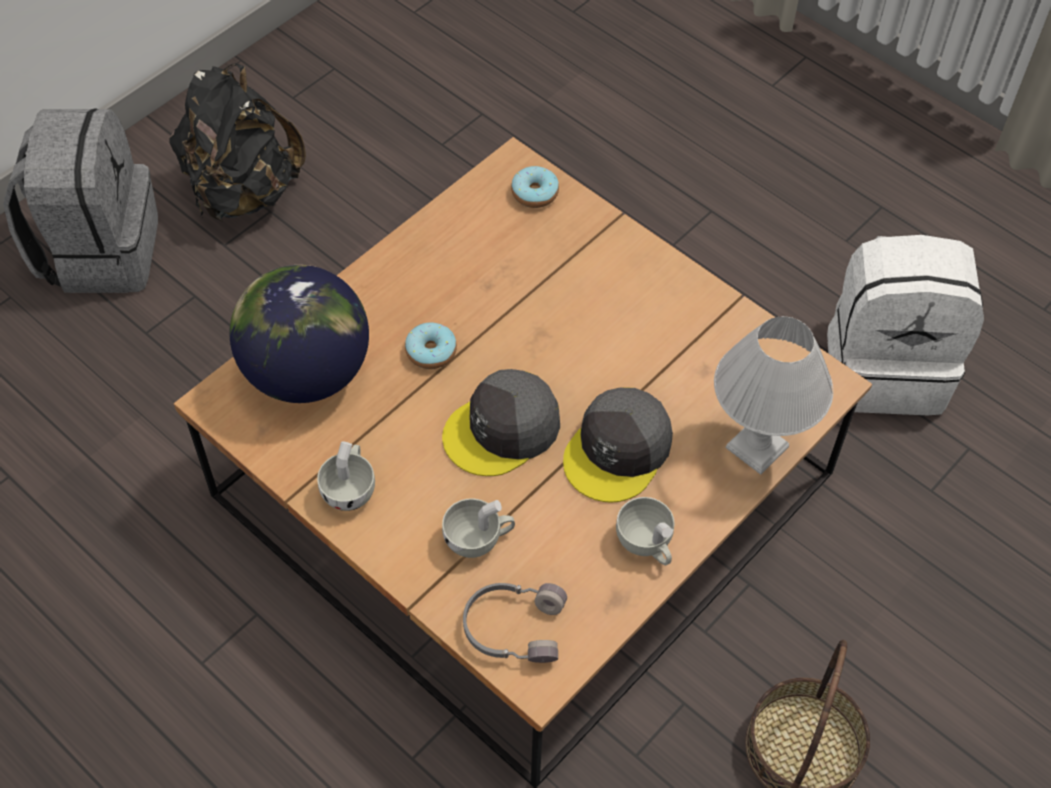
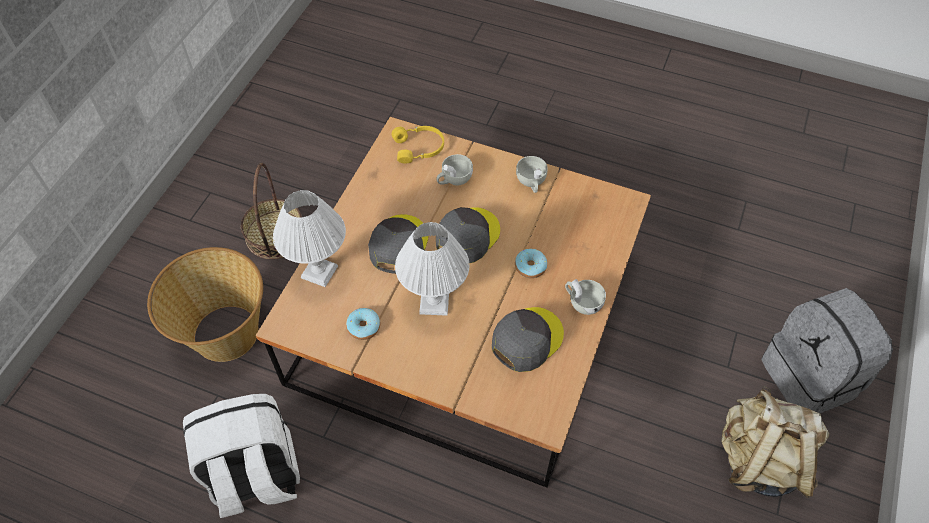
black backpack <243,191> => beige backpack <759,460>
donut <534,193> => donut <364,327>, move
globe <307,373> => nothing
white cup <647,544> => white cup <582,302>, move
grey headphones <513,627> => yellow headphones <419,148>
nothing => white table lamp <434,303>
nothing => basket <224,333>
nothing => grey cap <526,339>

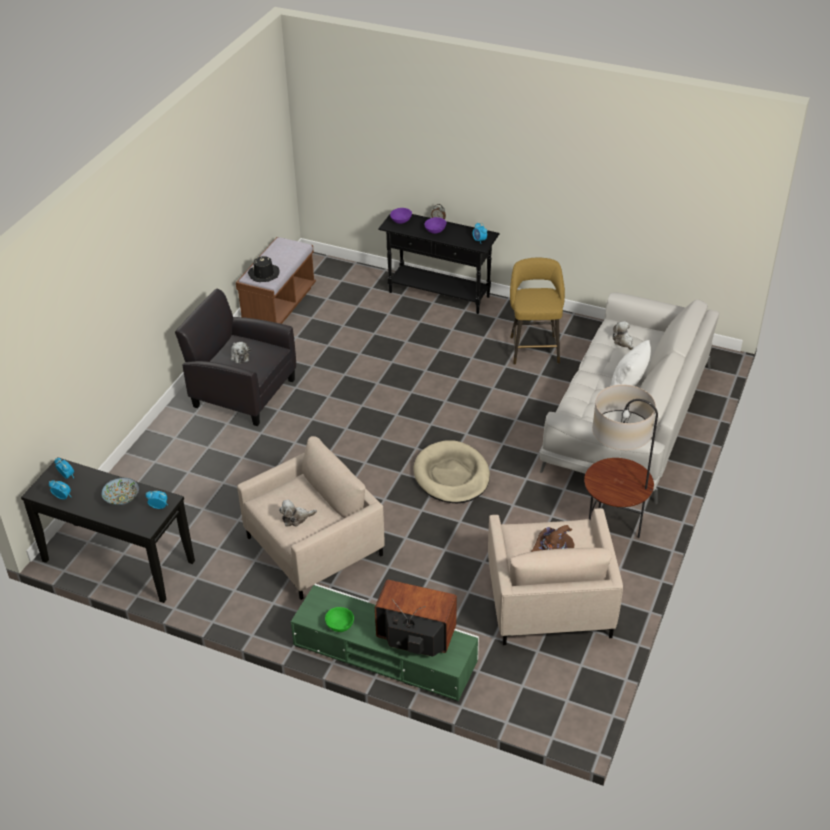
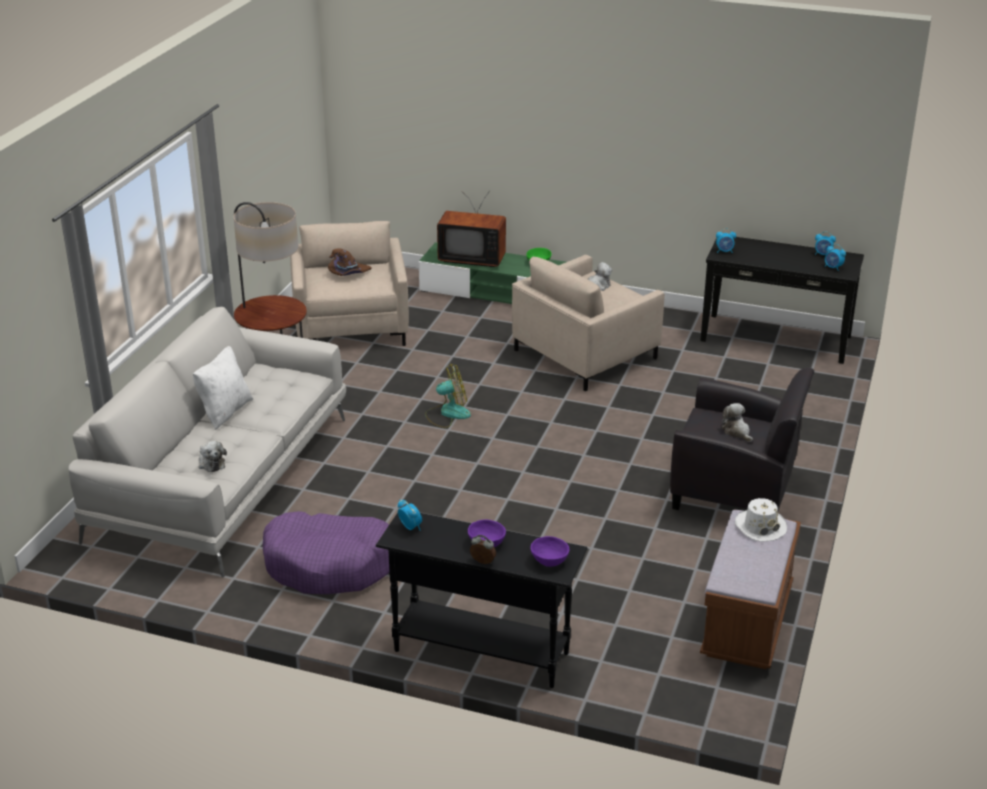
black hat <263,274> => white hat <760,526>
yellow stool <534,348> => purple dog bed <330,565>
beige dog bed <451,475> => fan <447,413>
bowl <122,499> => nothing

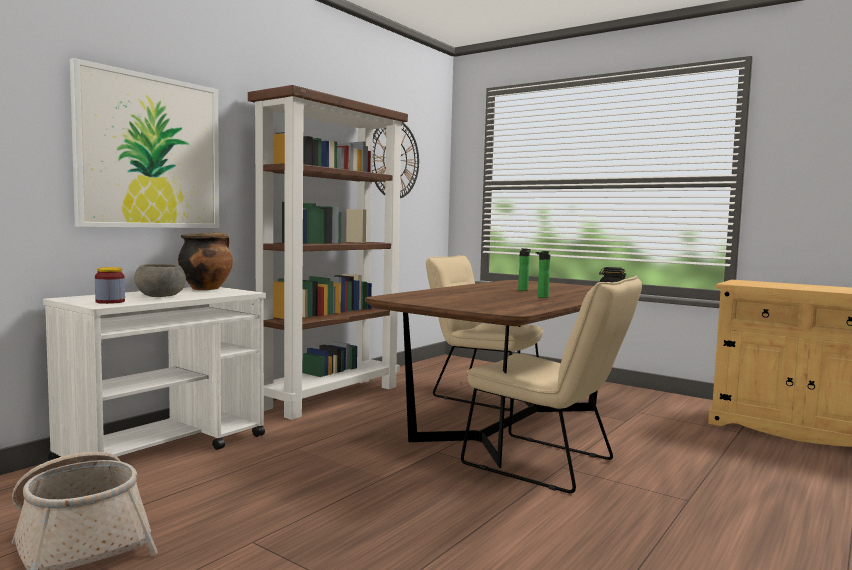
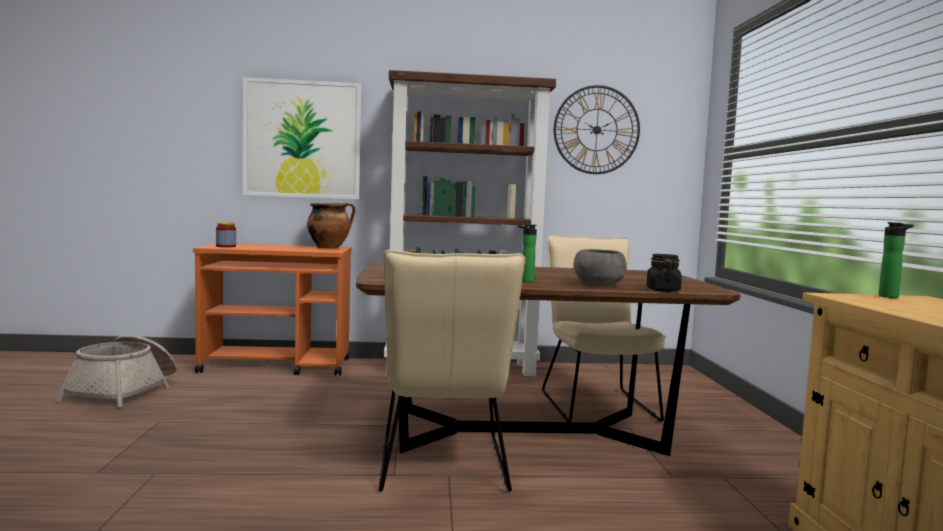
bottle <523,290> => bottle <891,297>, move
grey bowl <161,296> => grey bowl <599,284>, move
white cart <166,448> => orange cart <277,366>

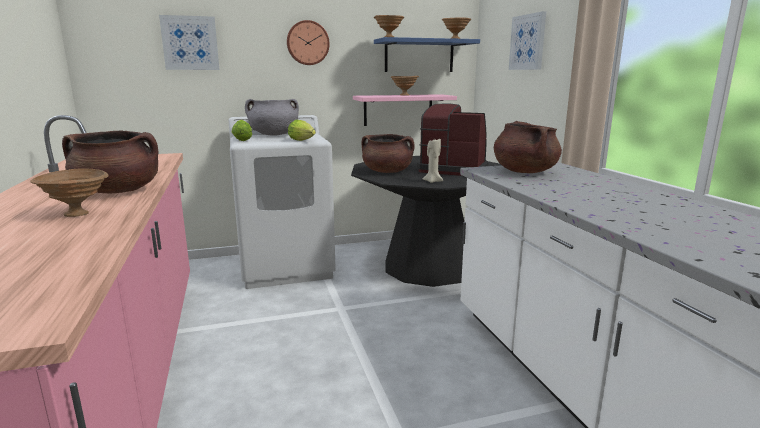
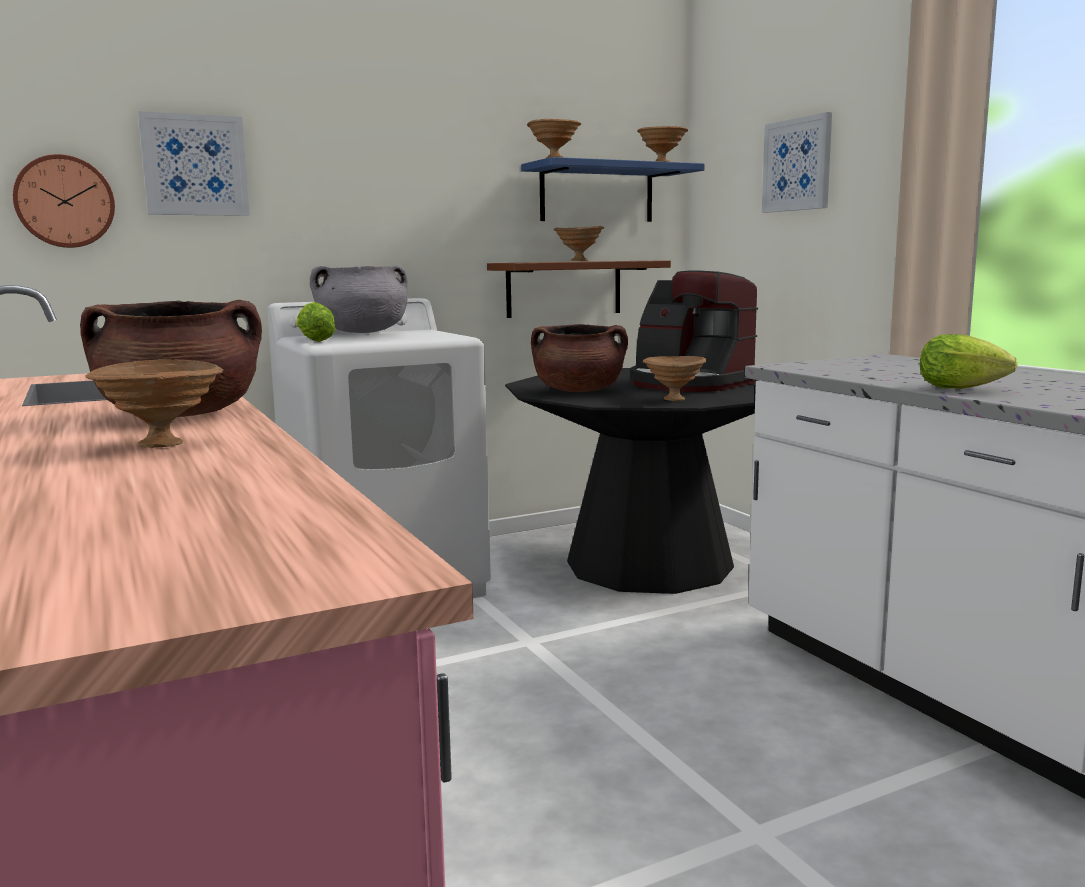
wall clock <307,43> => wall clock <65,202>, move
pink shelf <398,110> => brown shelf <564,288>
coffee machine <453,169> => coffee machine <689,384>, 150 degrees counterclockwise
lettuce <303,141> => lettuce <965,389>, move
brown cooking pot <524,171> => nothing
beige candle <432,181> => brown bowl <674,400>

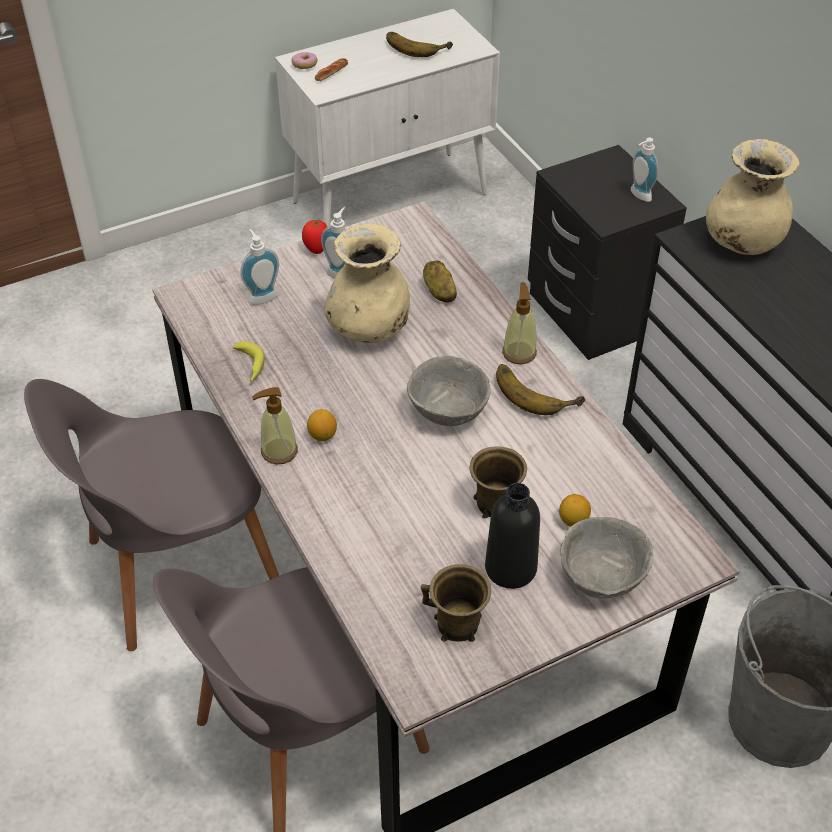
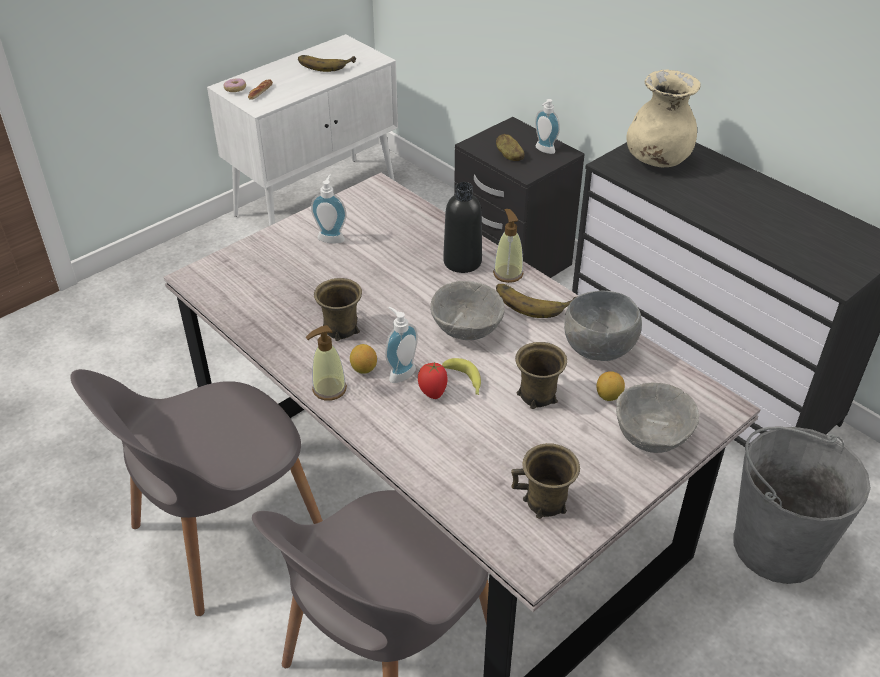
tomato <316,249> => tomato <432,392>, move
beige vase <369,328> => nothing
soap dispenser <261,296> => soap dispenser <400,372>, move
potato <439,292> => potato <509,156>, move
banana <249,366> => banana <465,381>, move
black bottle <510,568> => black bottle <462,262>, move
nothing => brown mug <340,329>
nothing => grey bowl <599,351>

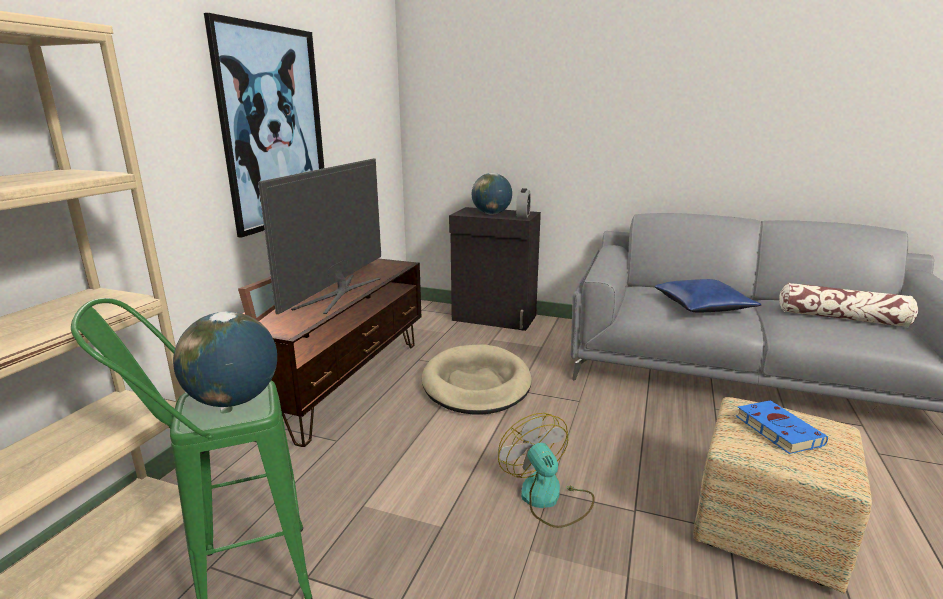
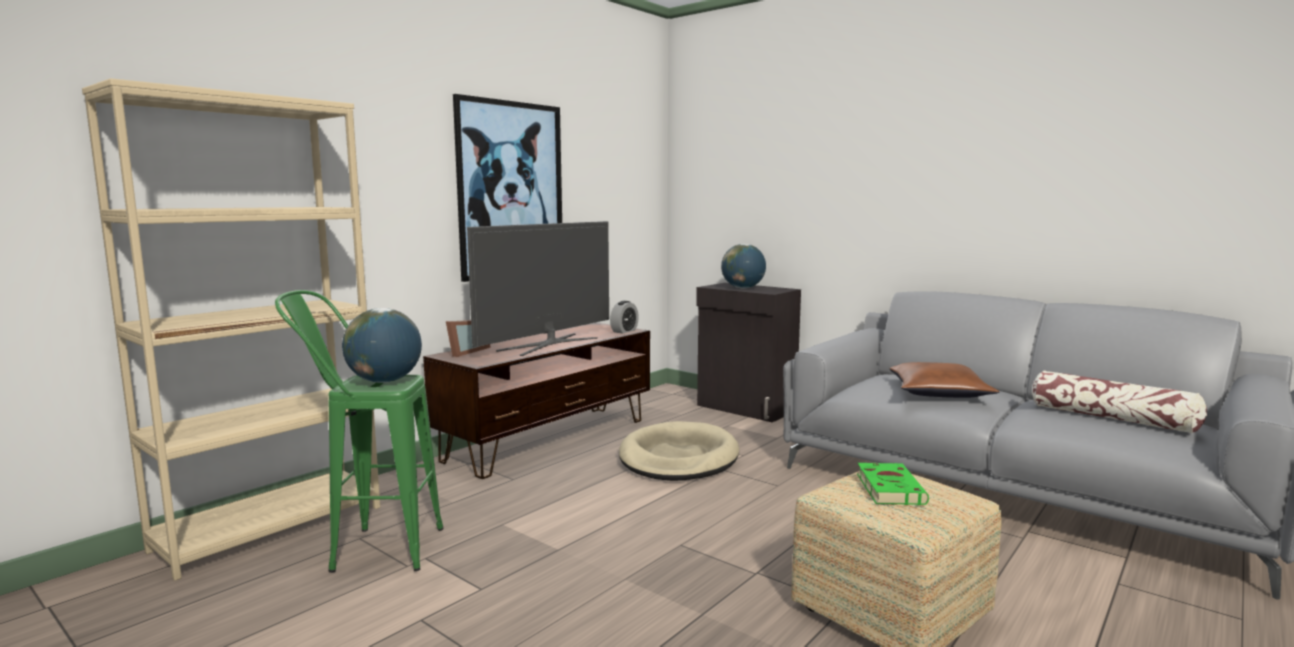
alarm clock <523,215> => alarm clock <624,331>, move
blue pillow <703,306> => brown pillow <939,392>
blue book <776,429> => green book <889,488>
fan <548,498> => nothing

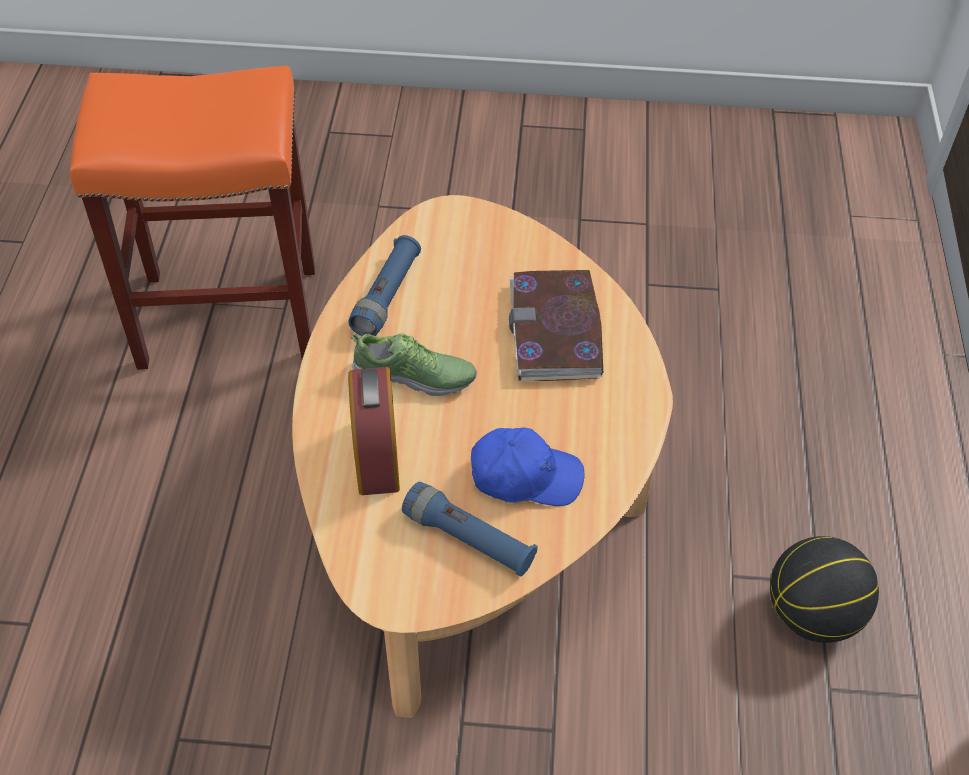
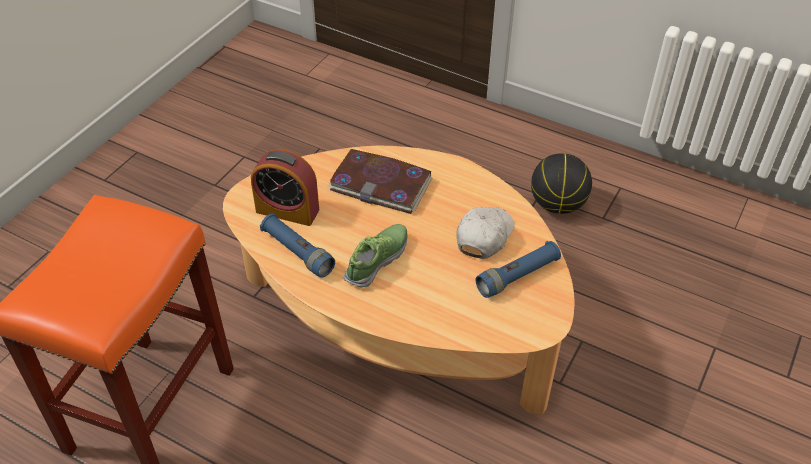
alarm clock <376,455> => alarm clock <287,210>, move
blue cap <525,476> => white cap <484,236>

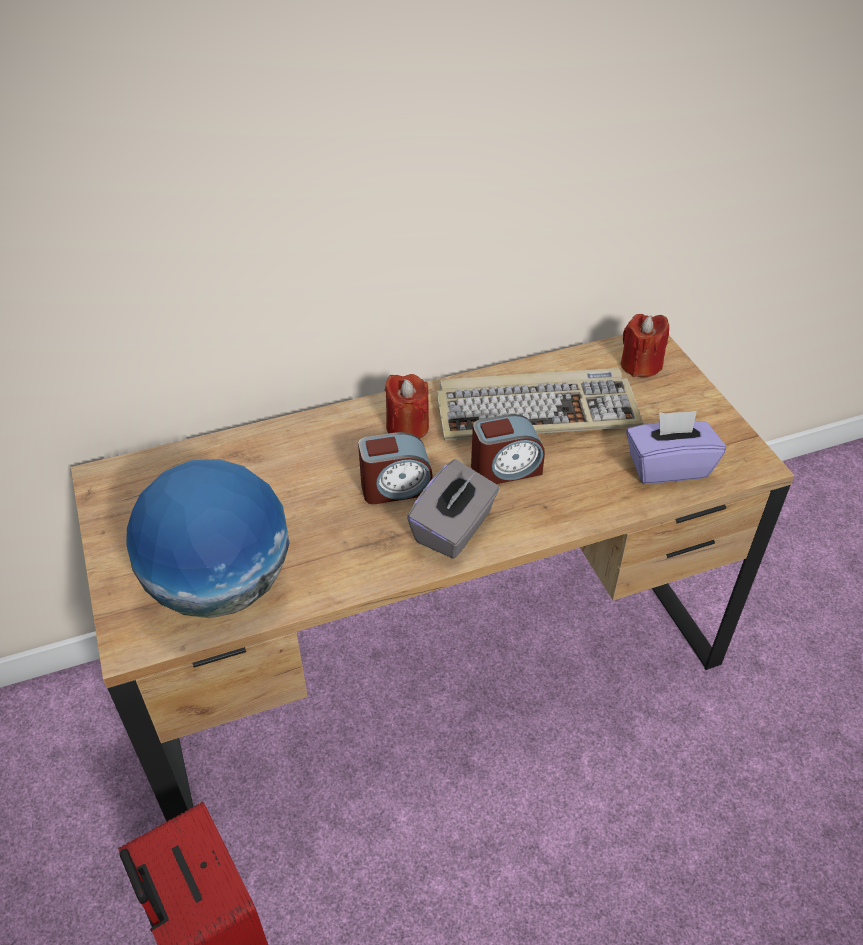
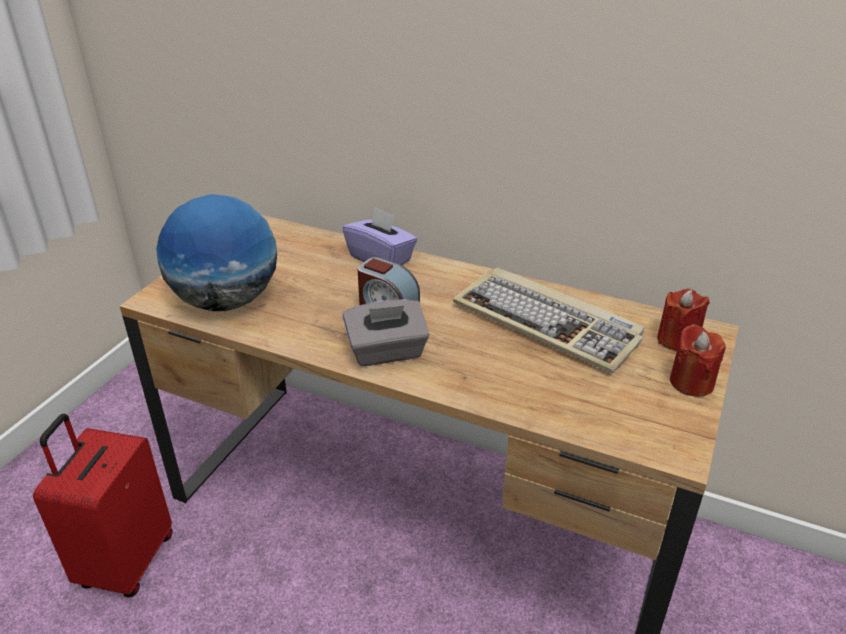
red candle <407,427> => red candle <691,382>, move
purple tissue box <668,466> => purple tissue box <381,258>, move
alarm clock <505,469> => nothing

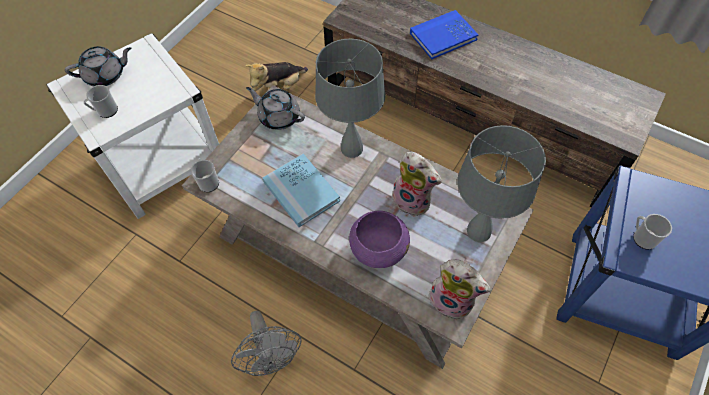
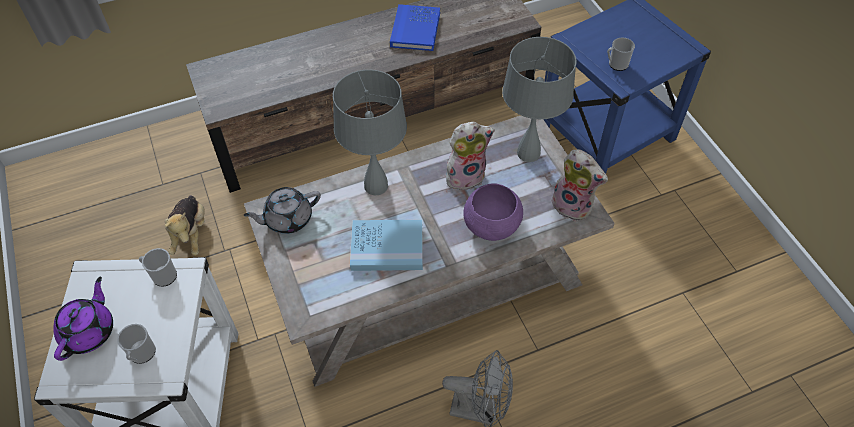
blue book <443,36> => blue book <415,30>, move
grey teapot <106,75> => purple teapot <89,331>
mug <208,181> => mug <162,275>, move
plush toy <452,300> => plush toy <573,205>, 60 degrees clockwise

